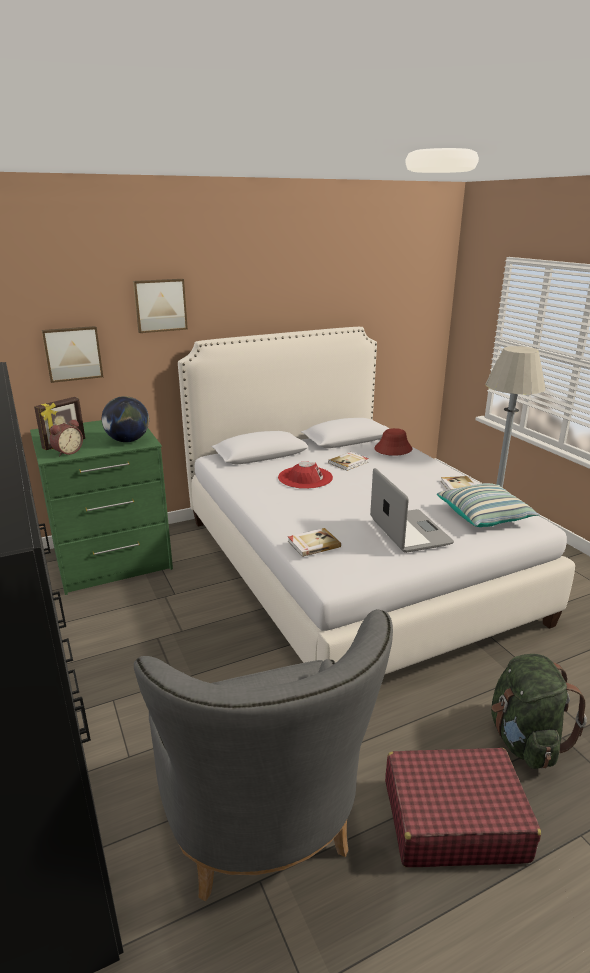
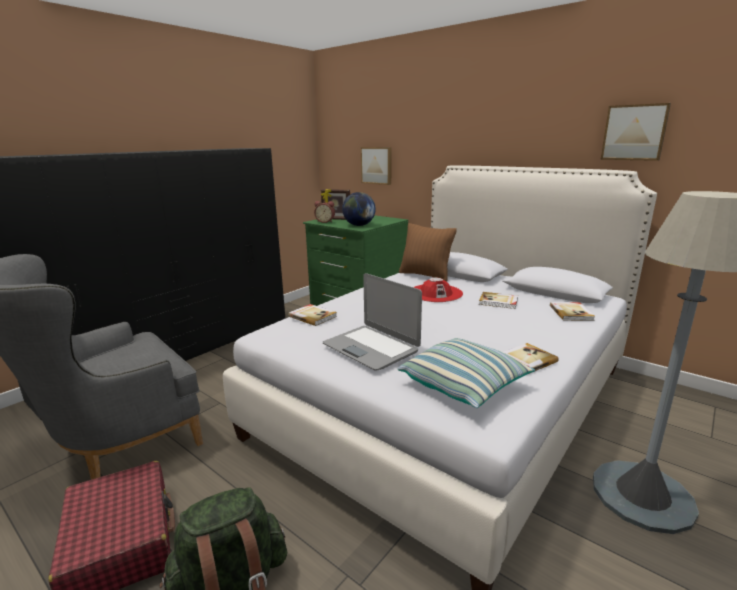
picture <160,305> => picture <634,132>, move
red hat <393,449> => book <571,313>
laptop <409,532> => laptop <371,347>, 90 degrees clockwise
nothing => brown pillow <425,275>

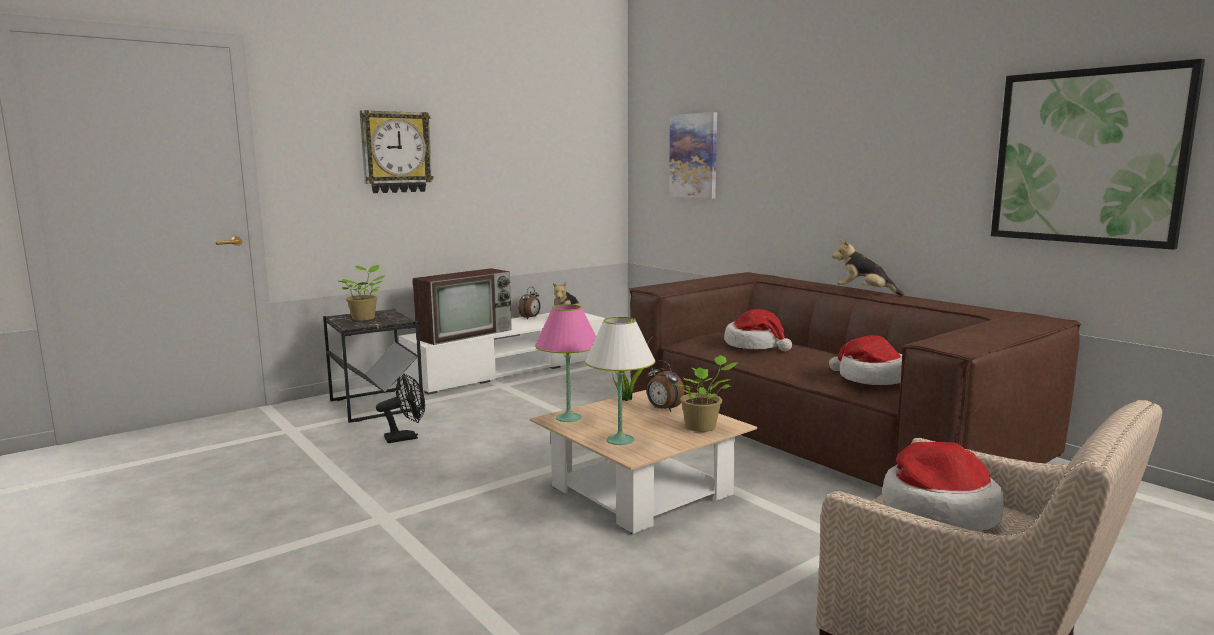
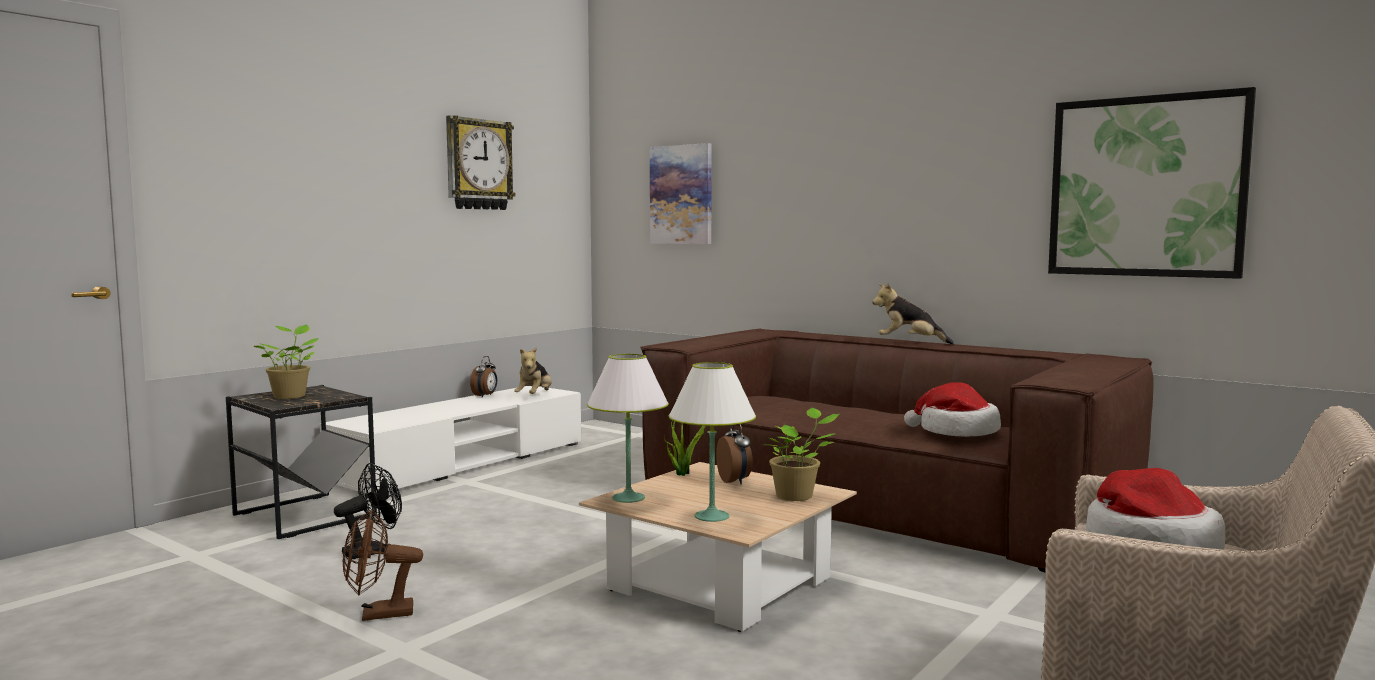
wall clock <396,152> => wall clock <478,164>, move
television <466,334> => nothing
pink table lamp <569,418> => white table lamp <628,498>
hat <755,345> => nothing
alarm clock <663,409> => alarm clock <735,481>, 135 degrees counterclockwise
nothing => brown fan <378,614>

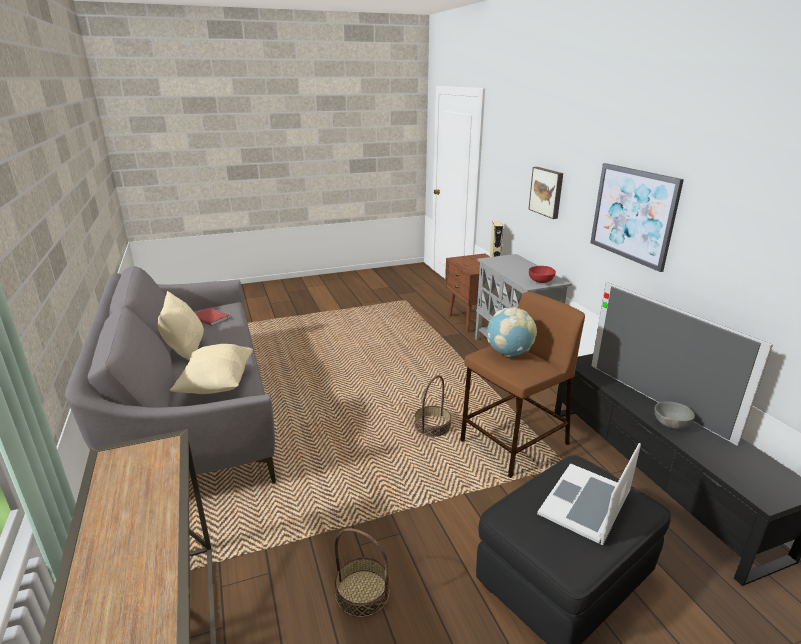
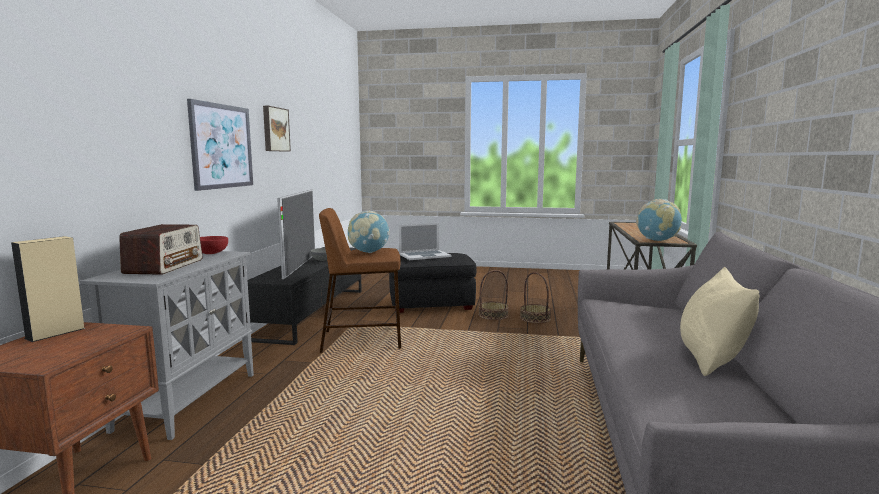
picture <547,192> => picture <275,129>, move
red book <211,317> => nothing
beige pillow <217,384> => nothing
basket <432,426> => basket <493,315>, move
nothing => globe <657,240>
nothing => radio <165,266>

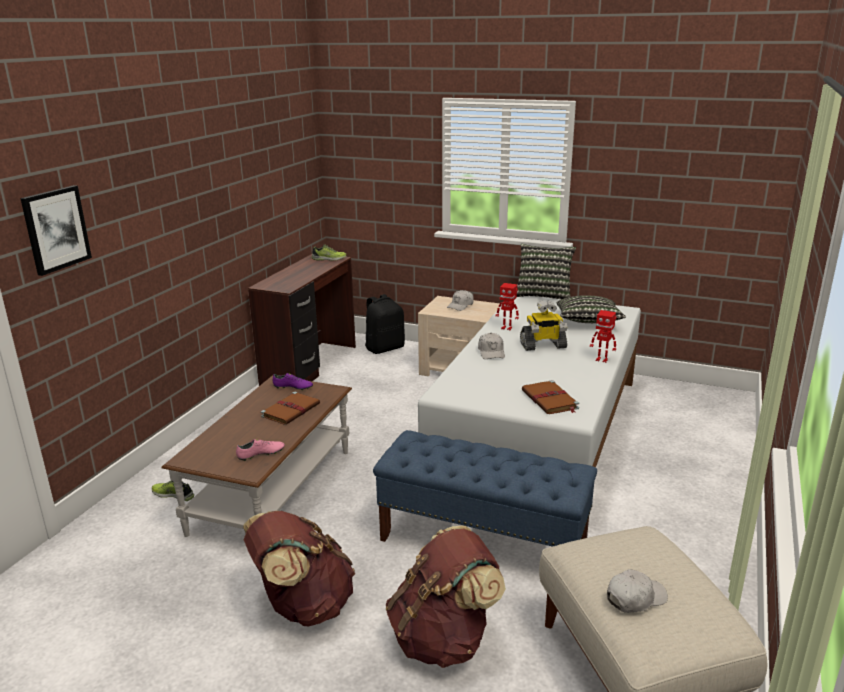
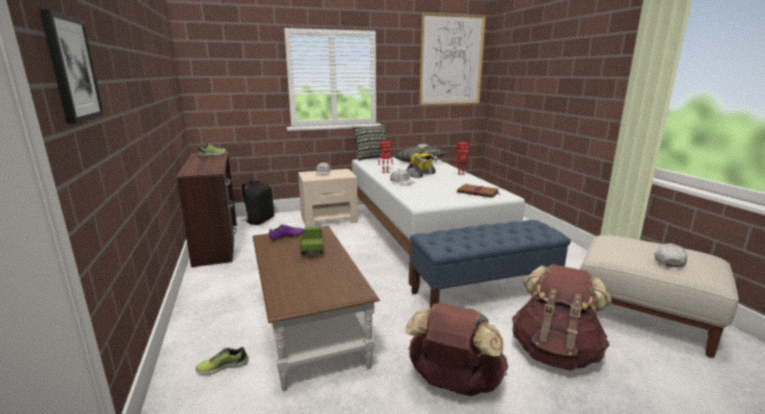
brown book <291,410> => toy truck <312,248>
pink shoe <261,455> => nothing
nothing => picture <451,60>

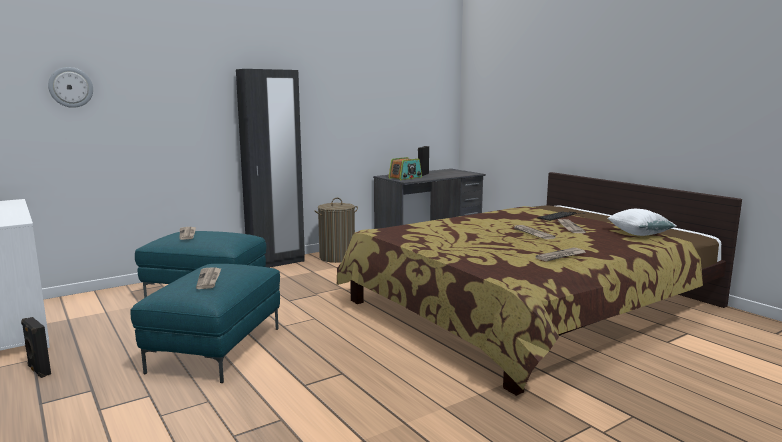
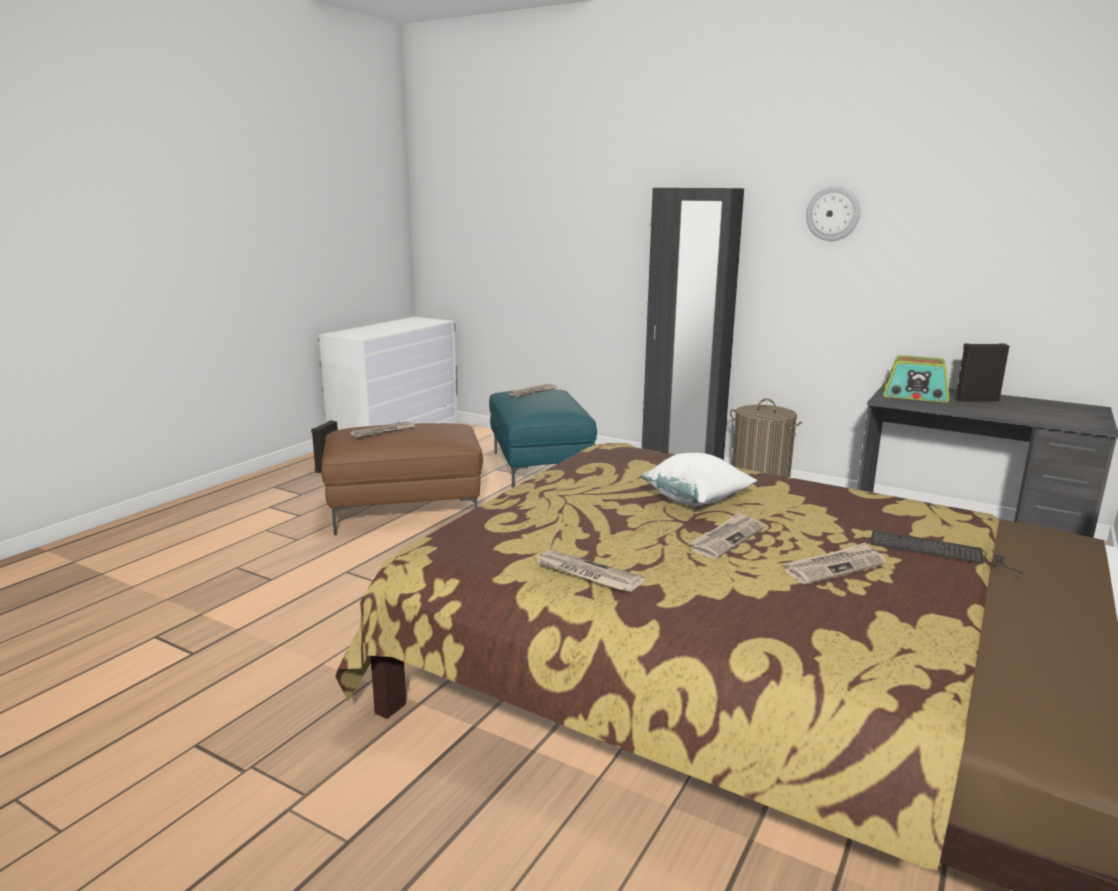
wall clock <71,87> => wall clock <833,214>, move
white pillow <639,234> => white pillow <696,501>, move
turquoise ottoman <215,349> => brown ottoman <406,511>

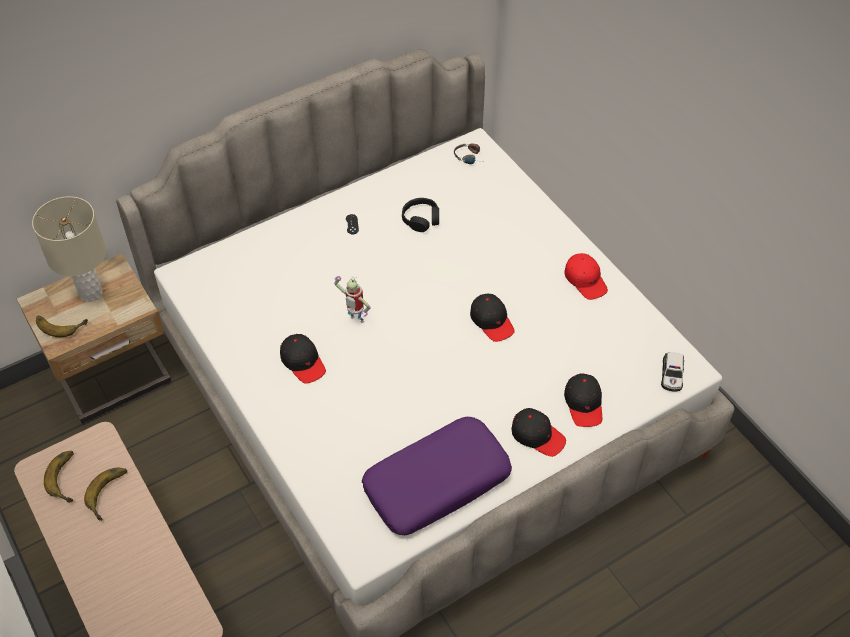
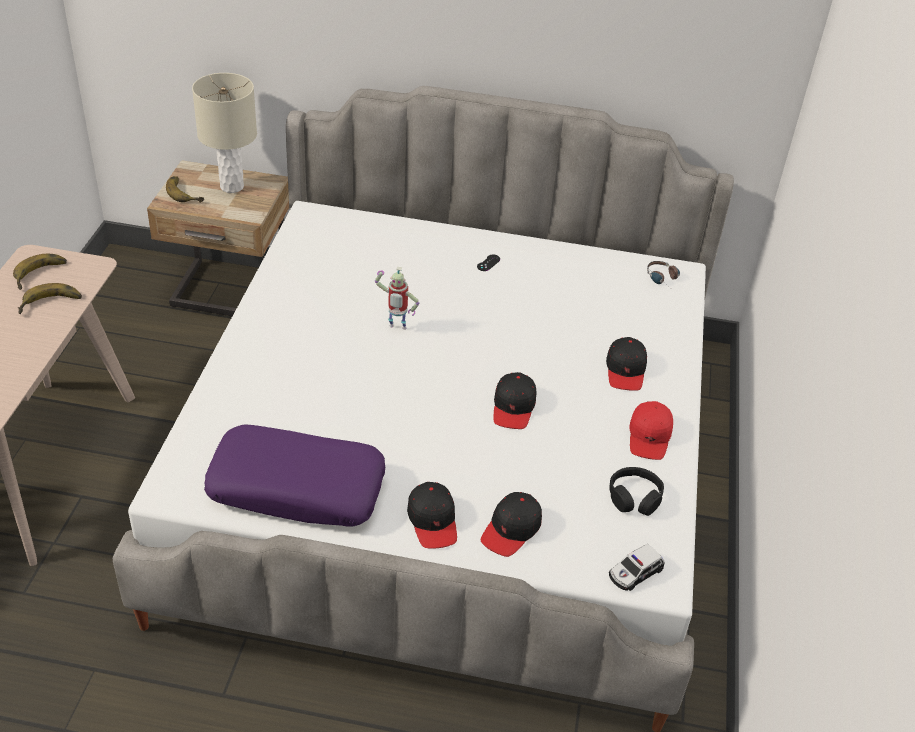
black headphones <421,219> => black headphones <634,497>, move
toy robot <355,320> => toy robot <396,328>, 60 degrees counterclockwise
black cap <303,362> => black cap <625,370>, move

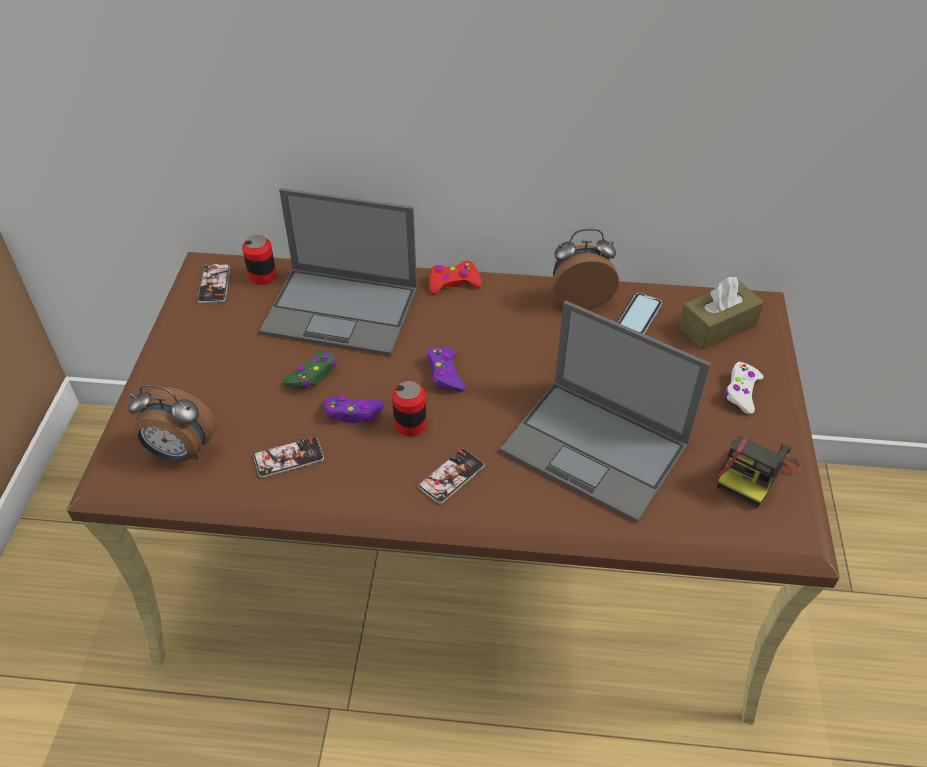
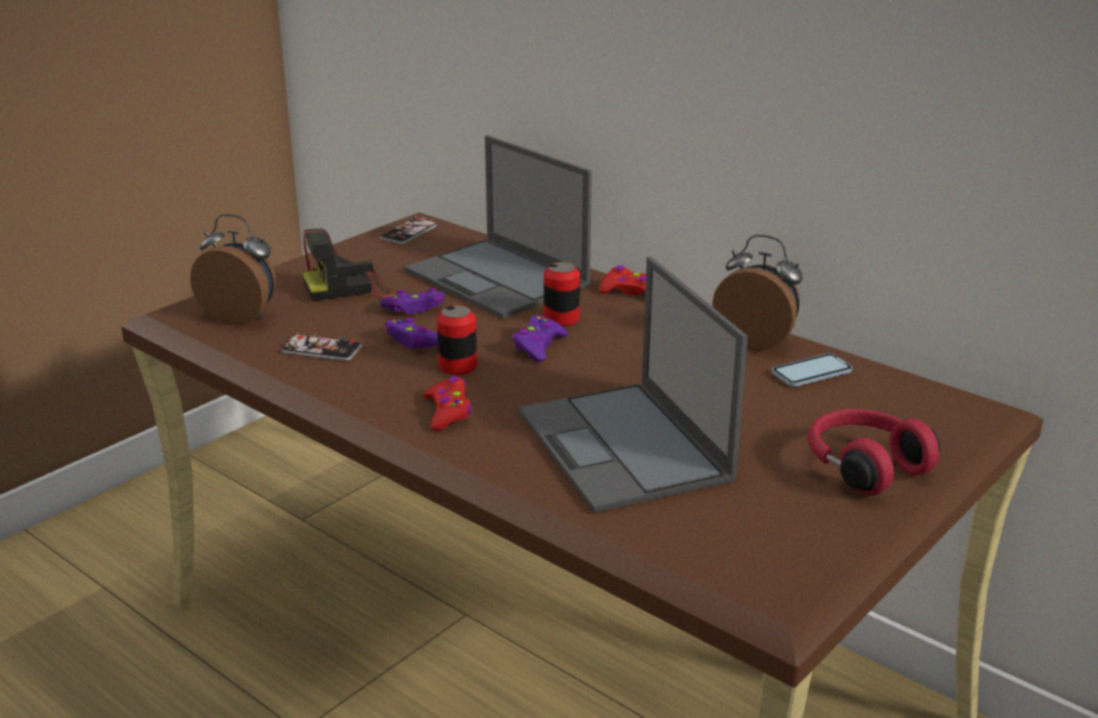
can <262,276> => can <561,319>, move
brown tissue box <717,325> => nothing
green game controller <313,375> => purple game controller <414,308>
white game controller <741,392> => red headphones <863,466>
alarm clock <180,452> => alarm clock <242,317>, 150 degrees clockwise
photo camera <754,472> => photo camera <349,288>, move
phone <451,476> => red game controller <448,412>

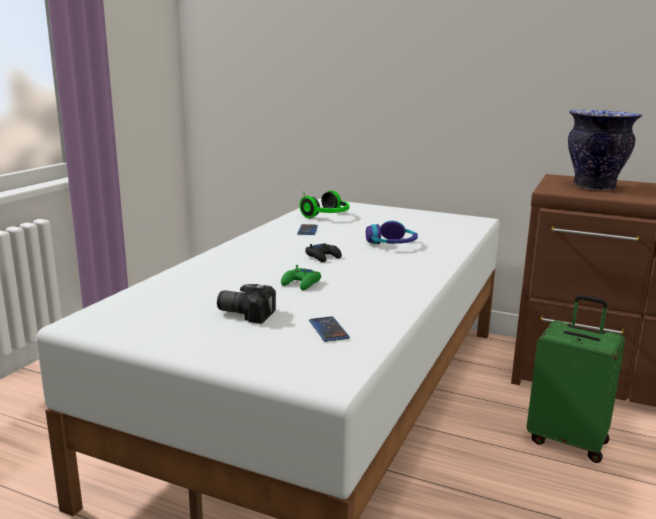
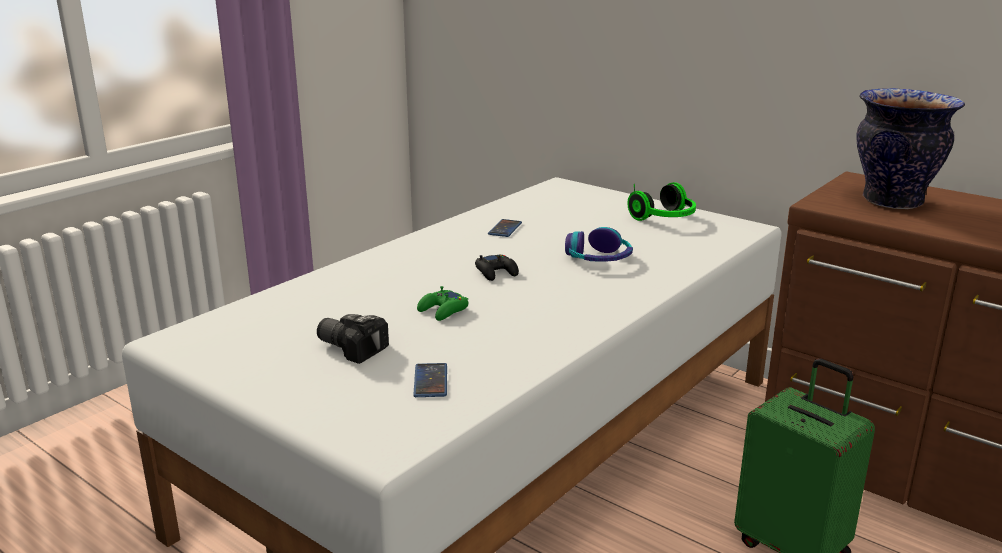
headphones <328,216> => headphones <665,219>, move

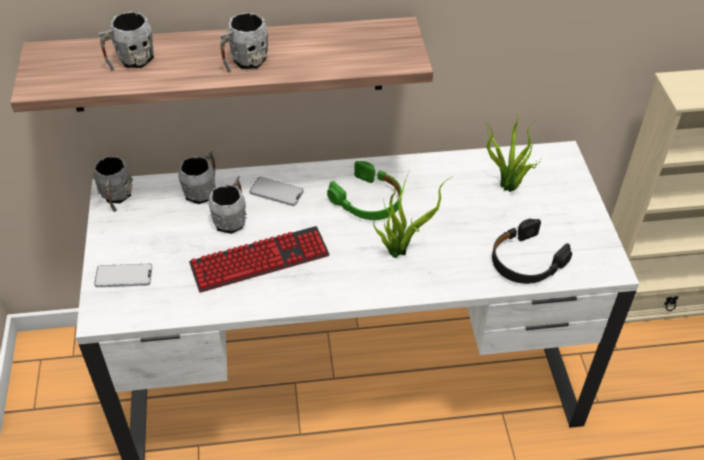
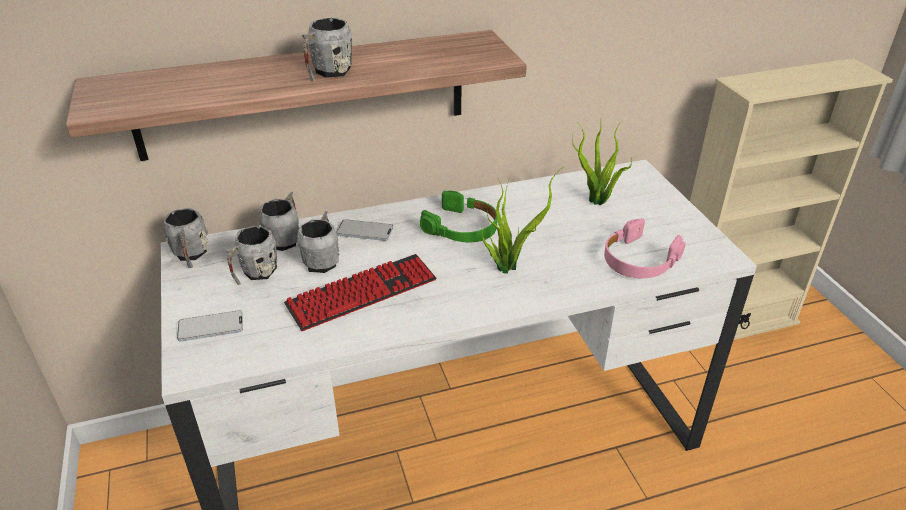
grey mug <130,61> => grey mug <255,273>, move
black headphones <525,261> => pink headphones <638,260>

